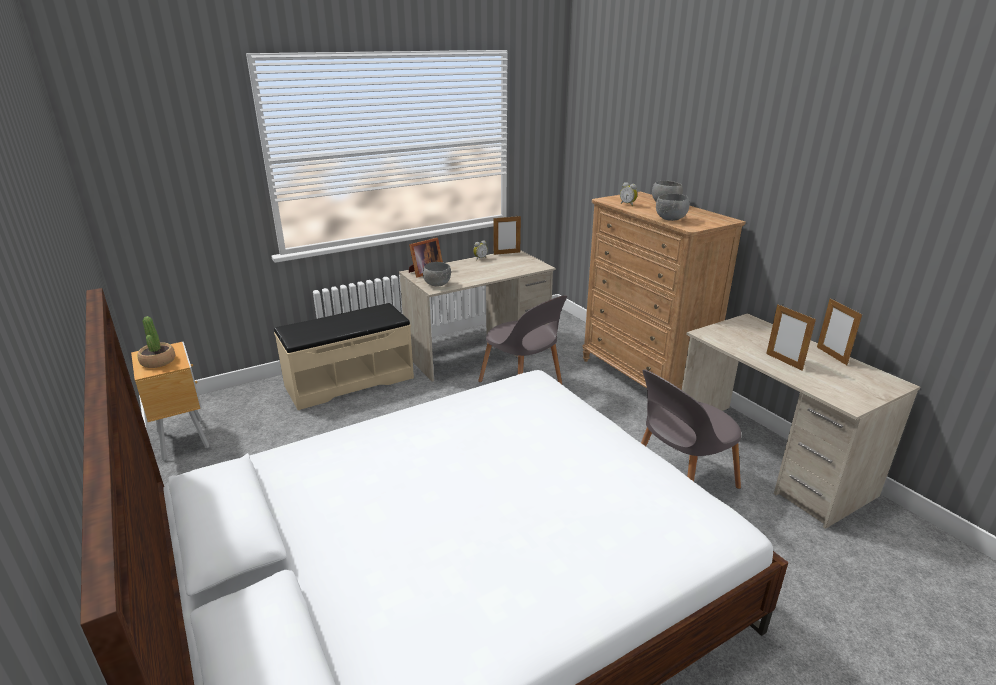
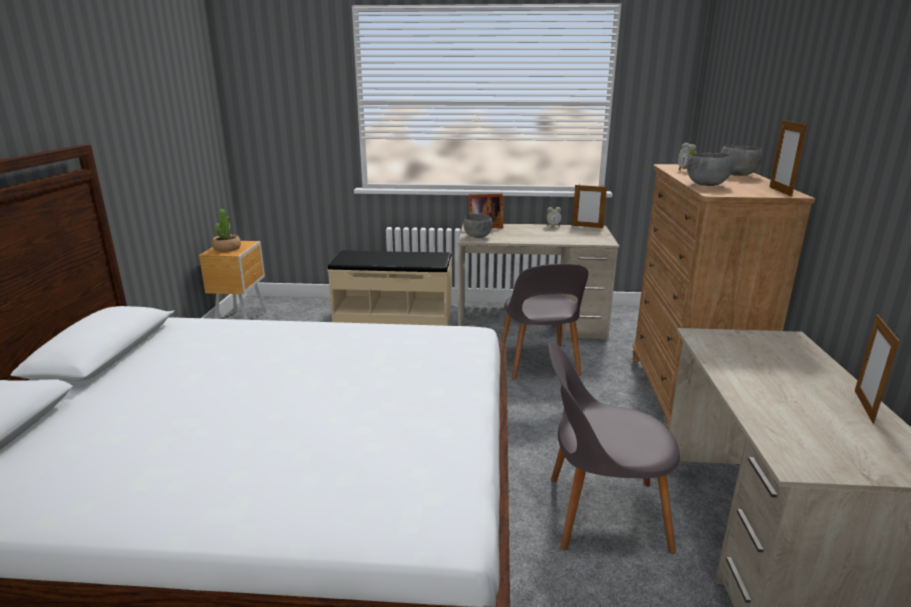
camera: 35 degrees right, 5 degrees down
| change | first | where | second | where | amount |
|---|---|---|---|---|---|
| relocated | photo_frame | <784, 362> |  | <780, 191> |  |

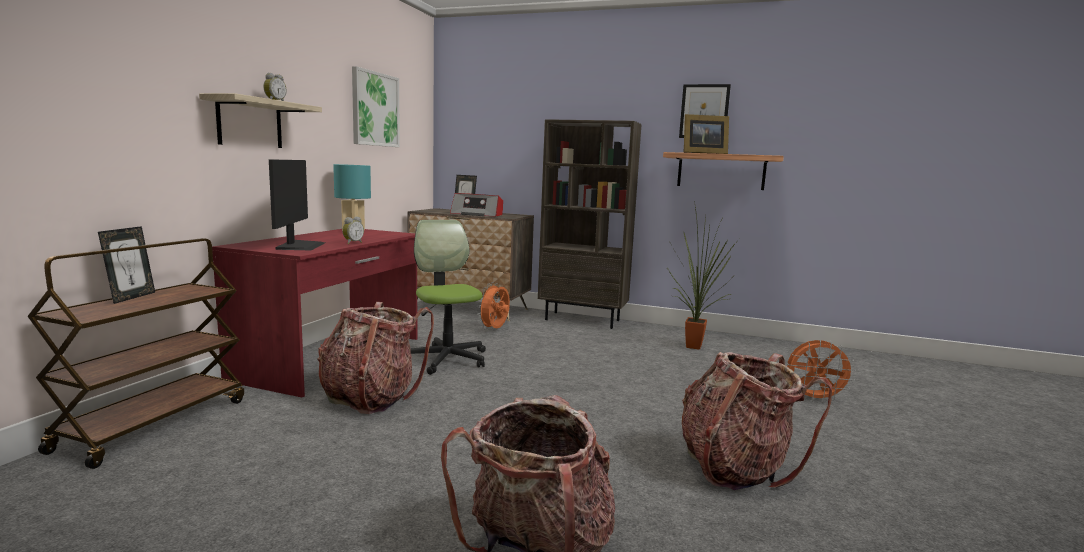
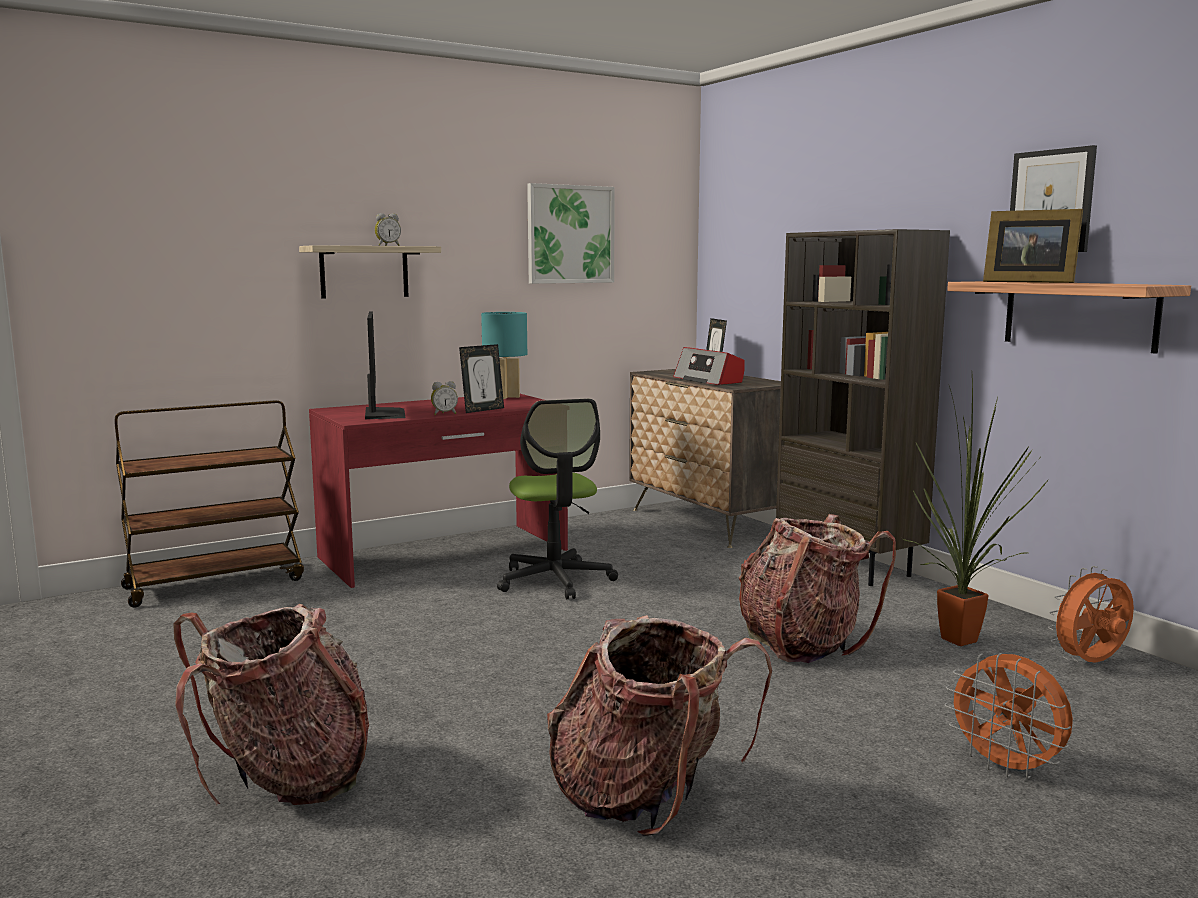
camera: 40 degrees right, 0 degrees up
| change | first | where | second | where | amount |
|---|---|---|---|---|---|
| relocated | photo_frame | <131, 297> |  | <482, 410> |  |
| relocated | knapsack | <371, 398> |  | <803, 643> |  |
| relocated | orangey_electric_fan | <495, 329> |  | <1090, 664> |  |
| spun | monitor | <300, 245> |  | <383, 413> | 45 degrees counterclockwise |
| spun | office_chair | <446, 359> |  | <555, 580> | 150 degrees clockwise |

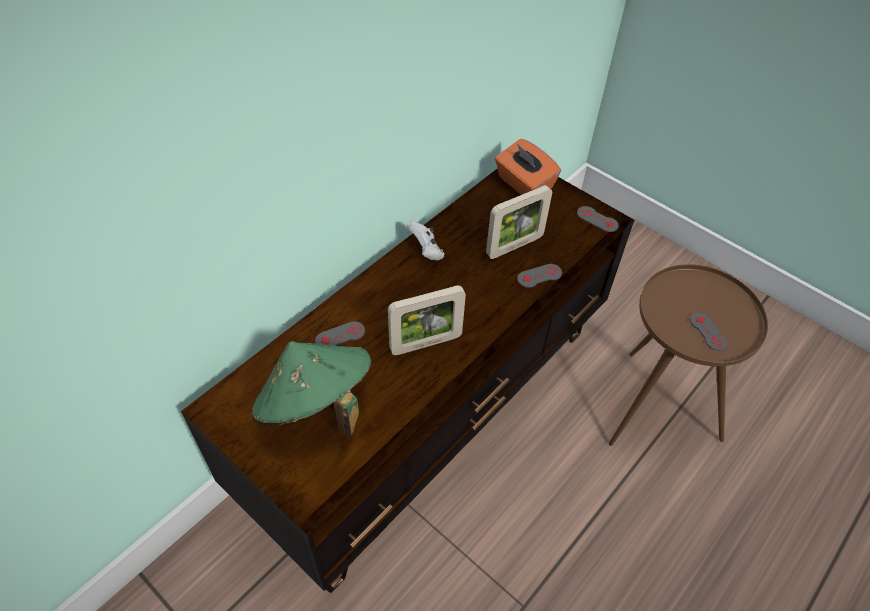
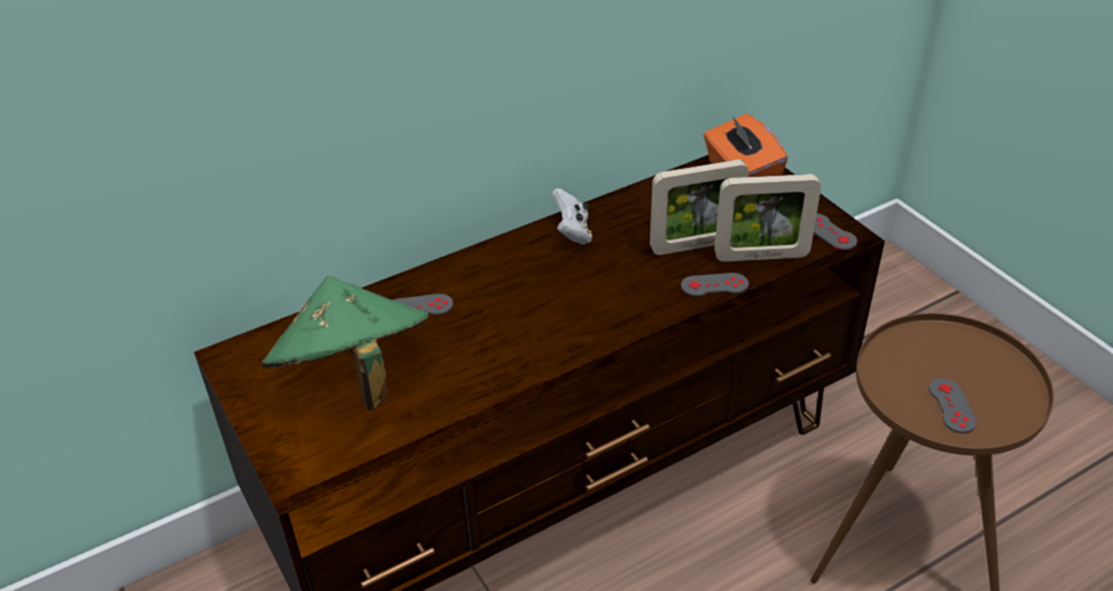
camera: 20 degrees right, 10 degrees down
| change | first | where | second | where | amount |
|---|---|---|---|---|---|
| relocated | photo_frame | <425, 343> |  | <761, 256> |  |

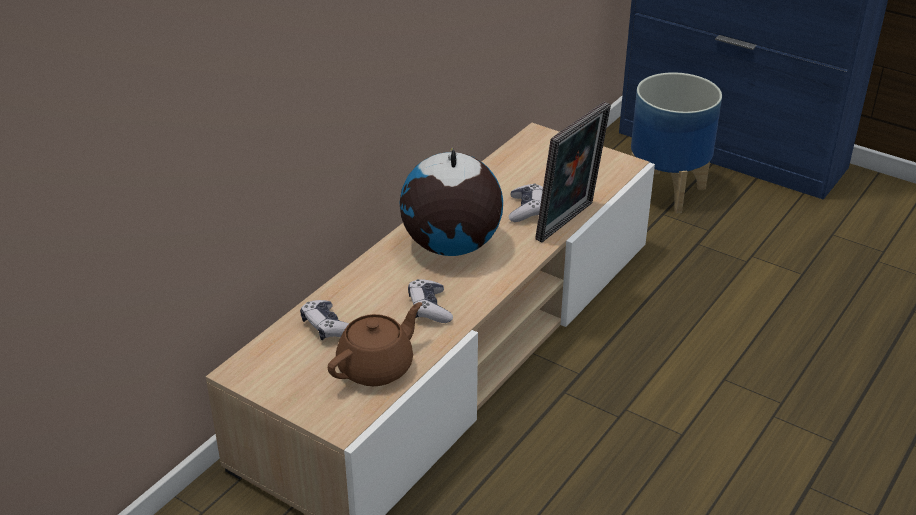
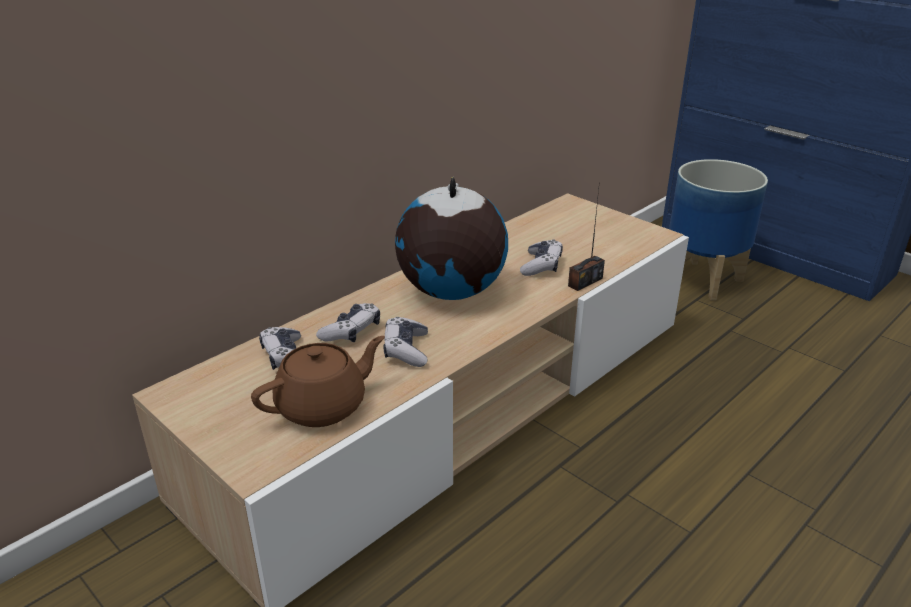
camera: 10 degrees right, 5 degrees down
| change | first | where | second | where | amount |
|---|---|---|---|---|---|
| appeared |  |  | game_controller | <351, 331> |  |
| exchanged | photo_frame | <569, 223> | radio | <585, 282> |  |

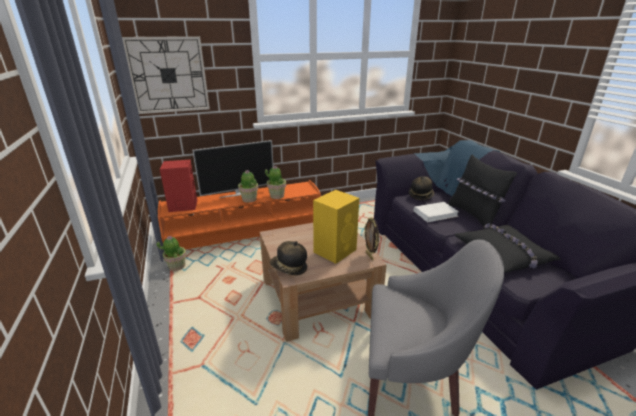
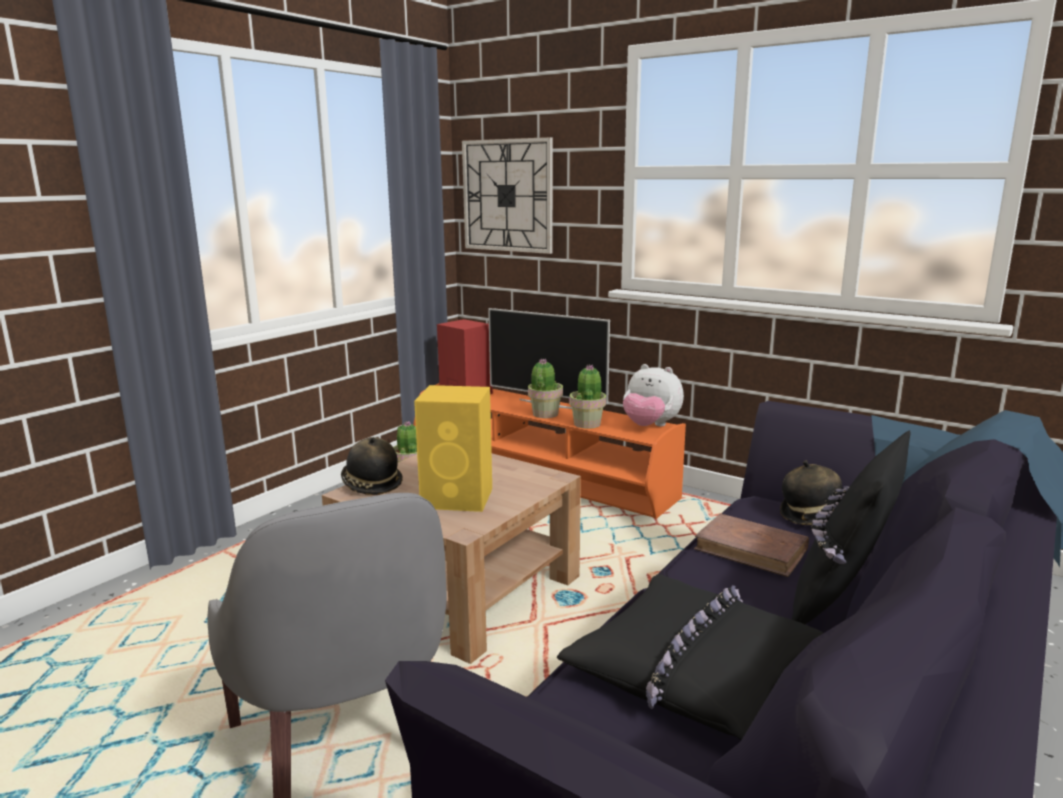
camera: 55 degrees right, 10 degrees down
| change | first | where | second | where | amount |
|---|---|---|---|---|---|
| missing | photo_frame | <370, 256> |  |  |  |
| appeared |  |  | cuddly_toy | <650, 426> |  |
| colour | whitish_book | <435, 214> | brown-coloured_book | <751, 550> |  |

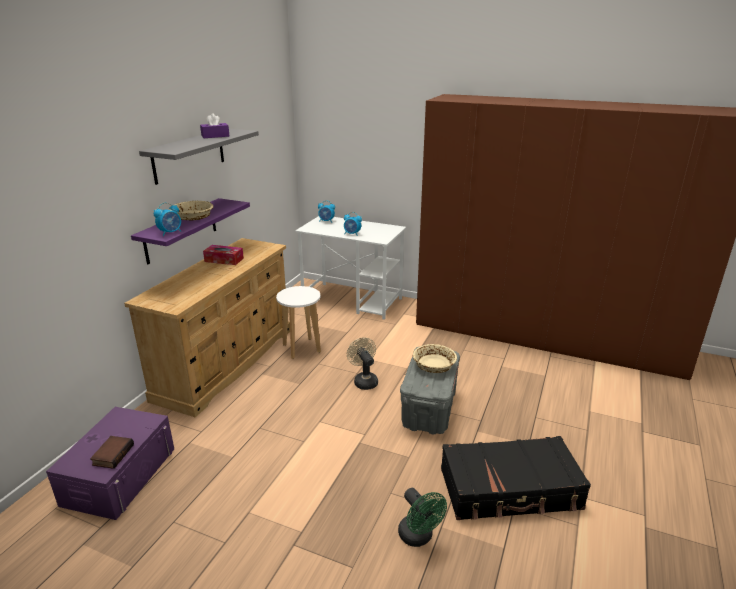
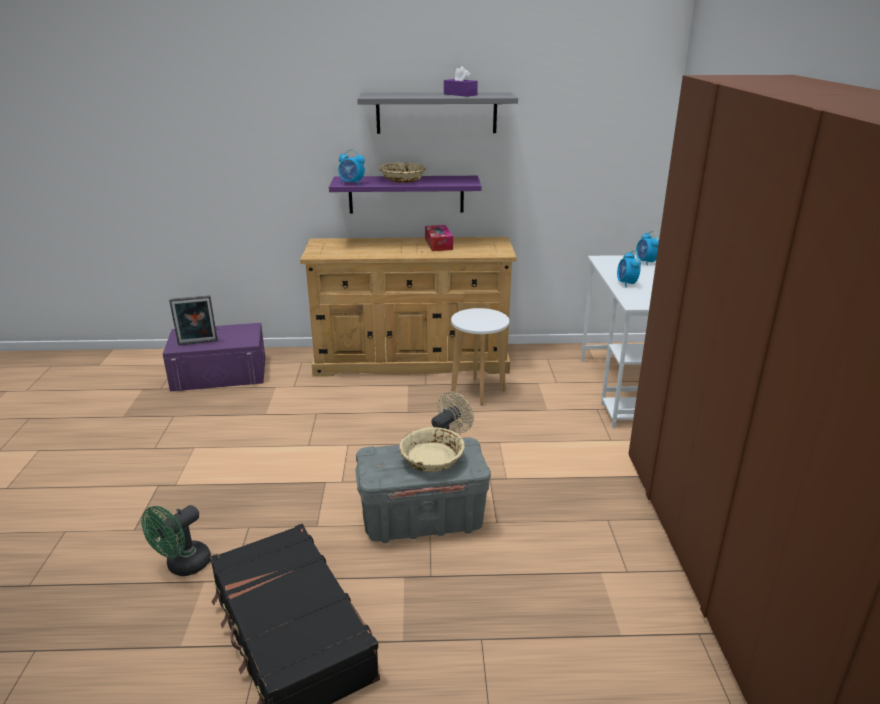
camera: 65 degrees right, 0 degrees up
| change | first | where | second | where | amount |
|---|---|---|---|---|---|
| exchanged | book | <112, 454> | photo_frame | <197, 343> |  |

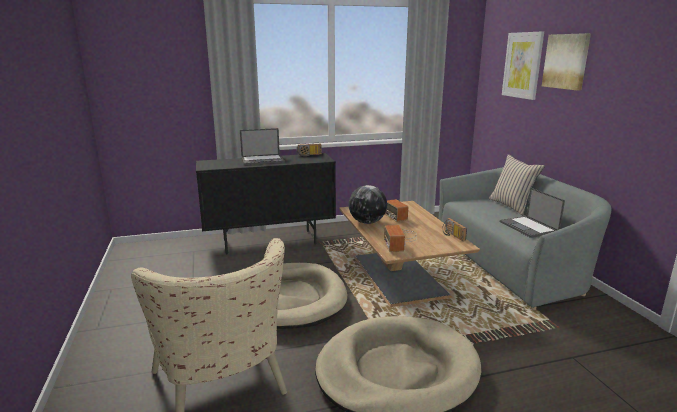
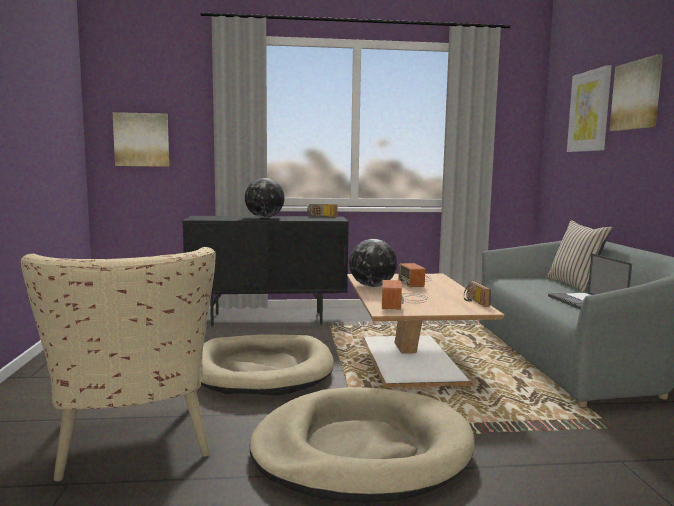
camera: 10 degrees right, 10 degrees down
| change | first | where | second | where | amount |
|---|---|---|---|---|---|
| appeared |  |  | picture | <142, 140> |  |
| exchanged | notebook_computer | <263, 160> | world_globe | <264, 217> |  |

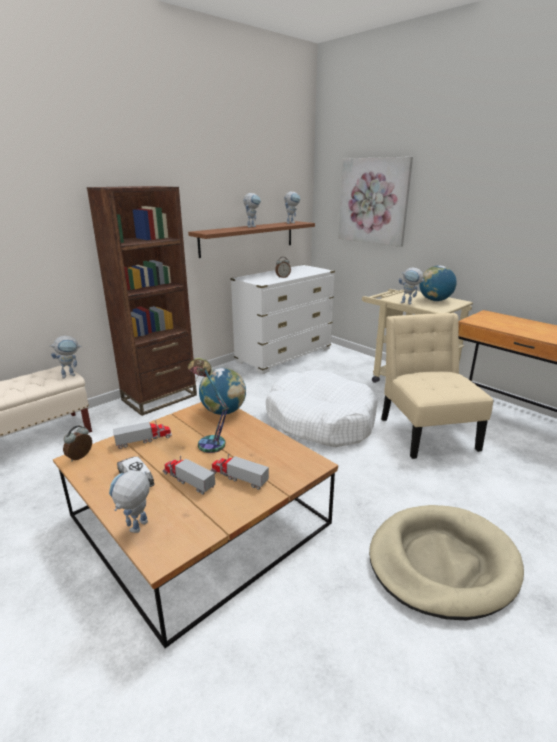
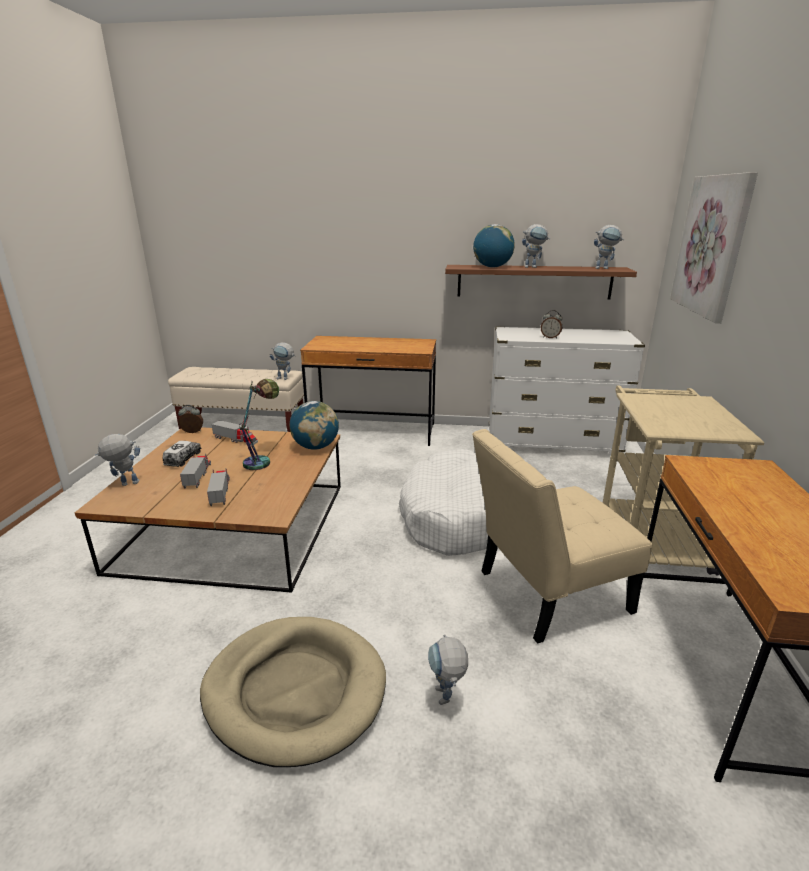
camera: 50 degrees right, 0 degrees up
| change | first | where | second | where | amount |
|---|---|---|---|---|---|
| relocated | robot_figure | <409, 303> |  | <446, 700> |  |
| relocated | world_globe | <435, 300> |  | <492, 267> |  |
| exchanged | brown-coloured_bookshelf | <159, 397> | brown-coloured_desk | <373, 431> |  |
| spun | sand-coloured_upright_chair | <426, 431> |  | <546, 593> | 150 degrees counterclockwise |

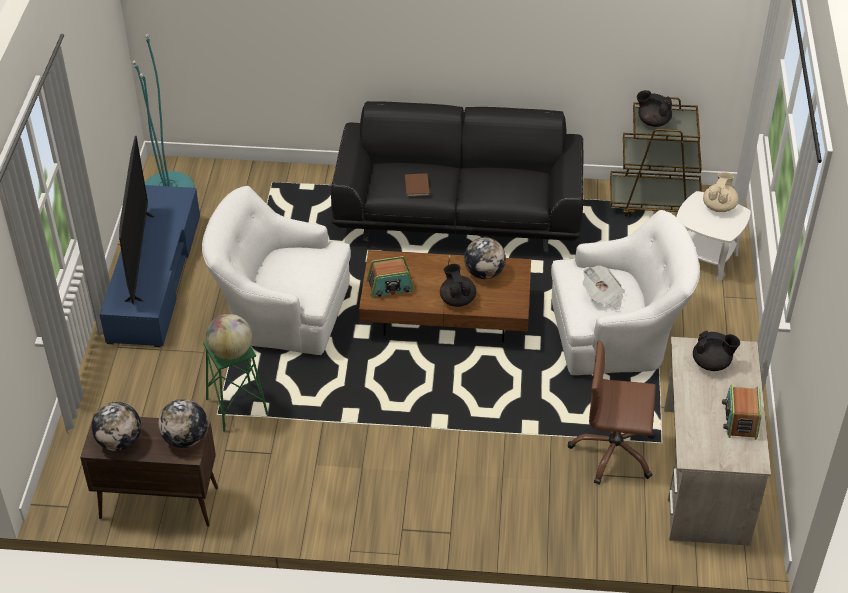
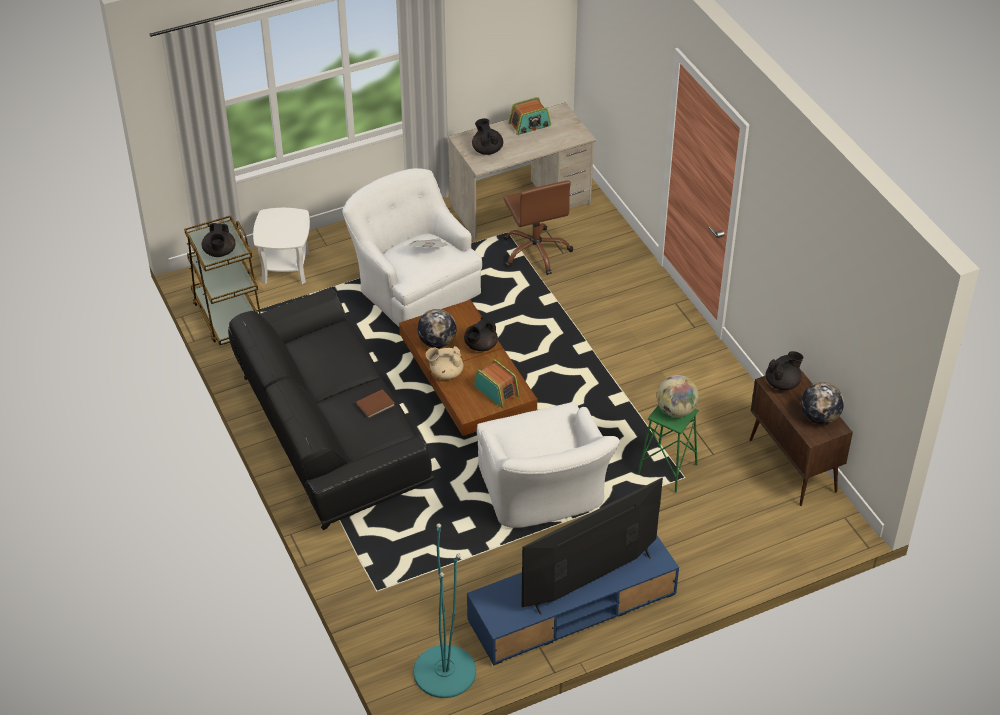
camera: 120 degrees left, 0 degrees up
| change | first | where | second | where | amount |
|---|---|---|---|---|---|
| relocated | sand-coloured_pot_for_tea | <719, 206> |  | <445, 373> |  |
| exchanged | world_globe | <185, 439> | black_pot_for_tea | <782, 383> |  |

